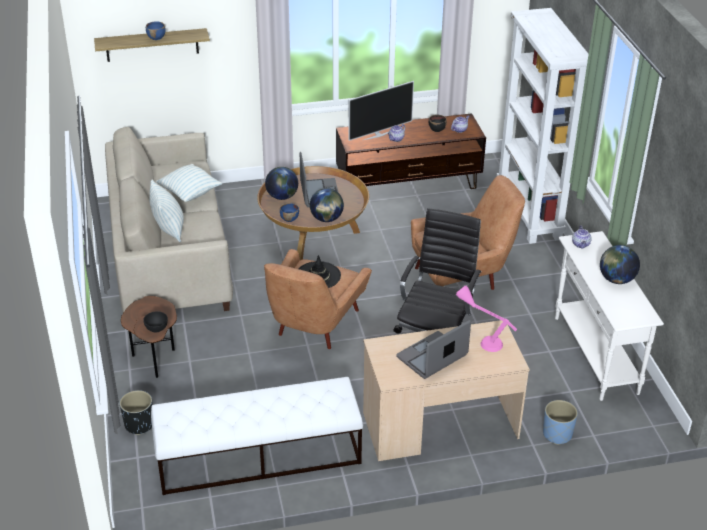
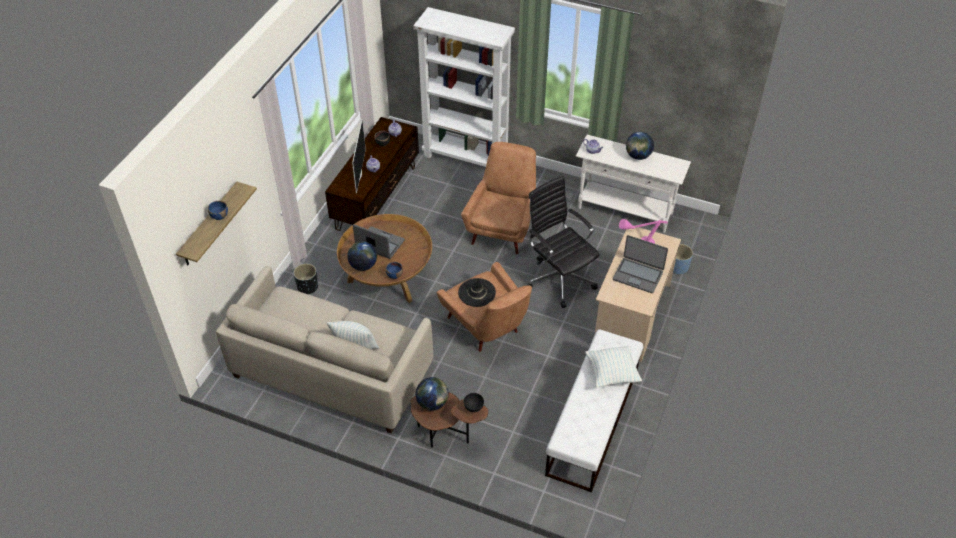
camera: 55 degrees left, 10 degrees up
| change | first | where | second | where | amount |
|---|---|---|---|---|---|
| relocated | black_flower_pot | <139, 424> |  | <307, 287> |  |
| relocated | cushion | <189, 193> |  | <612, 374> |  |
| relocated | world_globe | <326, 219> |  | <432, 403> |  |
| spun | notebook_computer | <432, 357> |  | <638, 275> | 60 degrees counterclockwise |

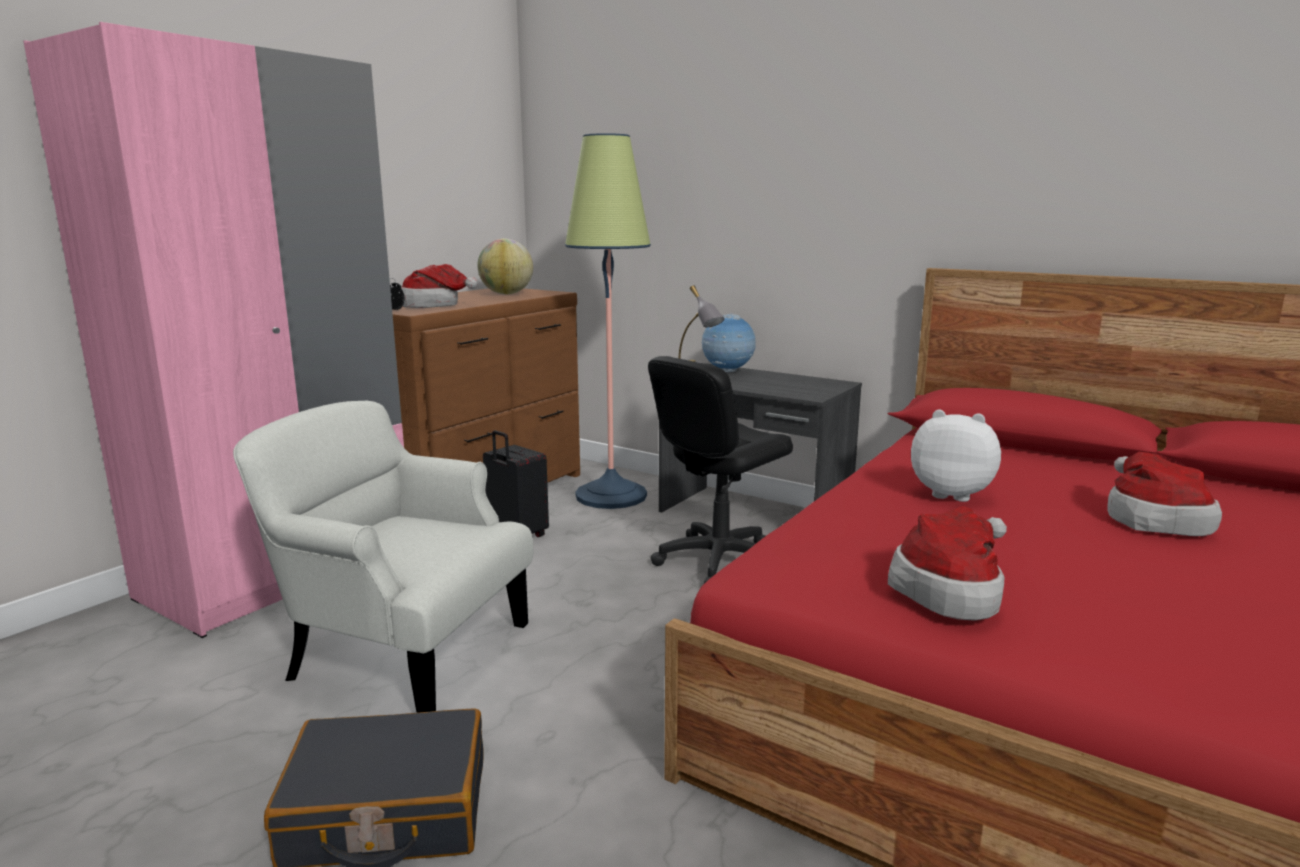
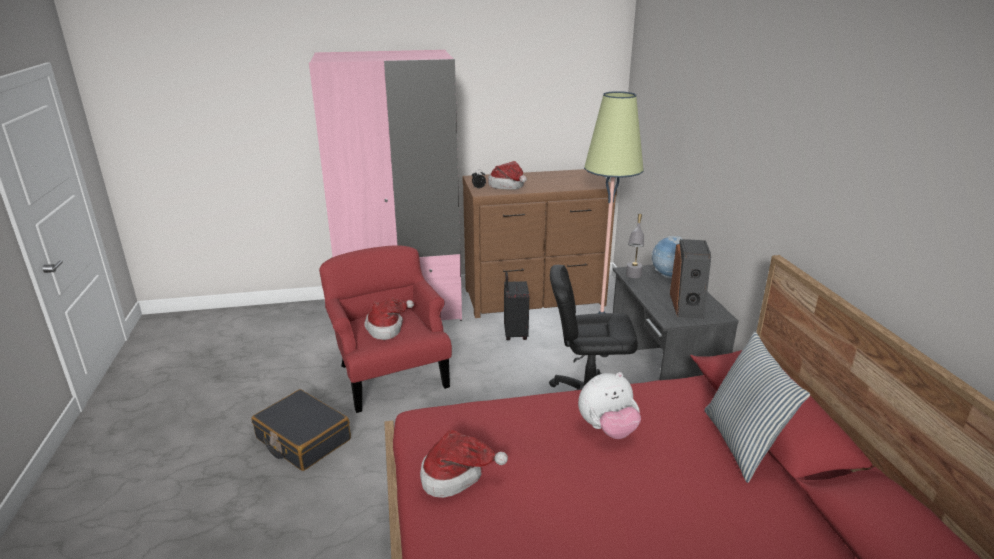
camera: 45 degrees right, 10 degrees up
| change | first | where | second | where | amount |
|---|---|---|---|---|---|
| missing | world_globe | <506, 294> |  |  |  |
| appeared |  |  | loudspeaker | <687, 305> |  |
| appeared |  |  | cushion | <742, 443> |  |
| relocated | wearable_hat | <1153, 519> |  | <387, 328> |  |
| colour | whitish_armchair | <403, 651> | reddish_armchair | <390, 375> |  |
| spun | cuddly_toy | <951, 494> |  | <607, 429> | 90 degrees clockwise |

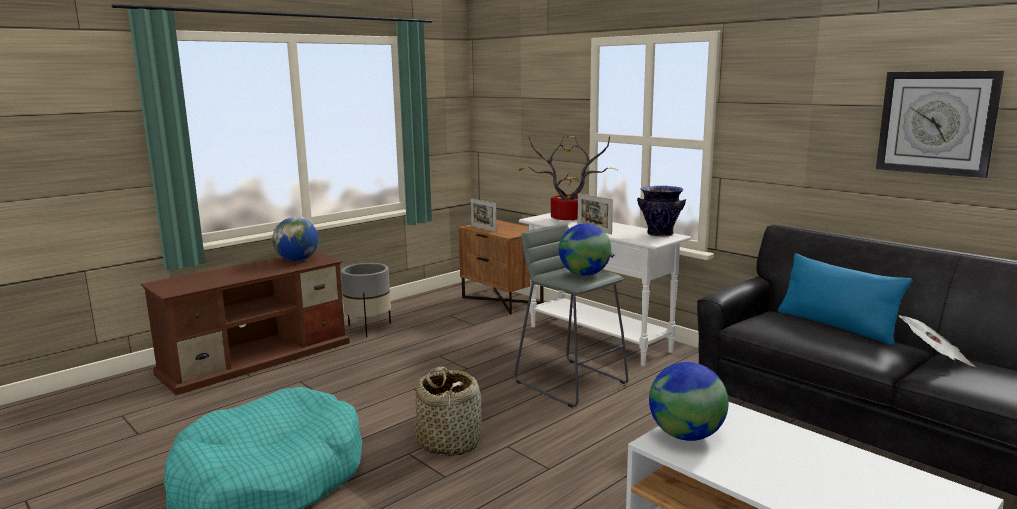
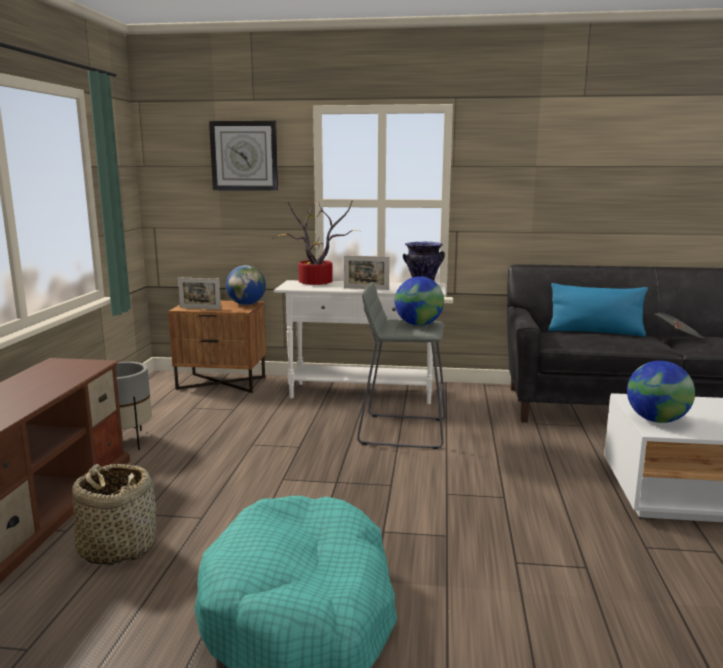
camera: 40 degrees left, 0 degrees up
| change | first | where | second | where | amount |
|---|---|---|---|---|---|
| relocated | world_globe | <297, 260> |  | <246, 304> |  |
| relocated | basket | <449, 442> |  | <117, 547> |  |
| relocated | wall_clock | <936, 122> |  | <244, 156> |  |

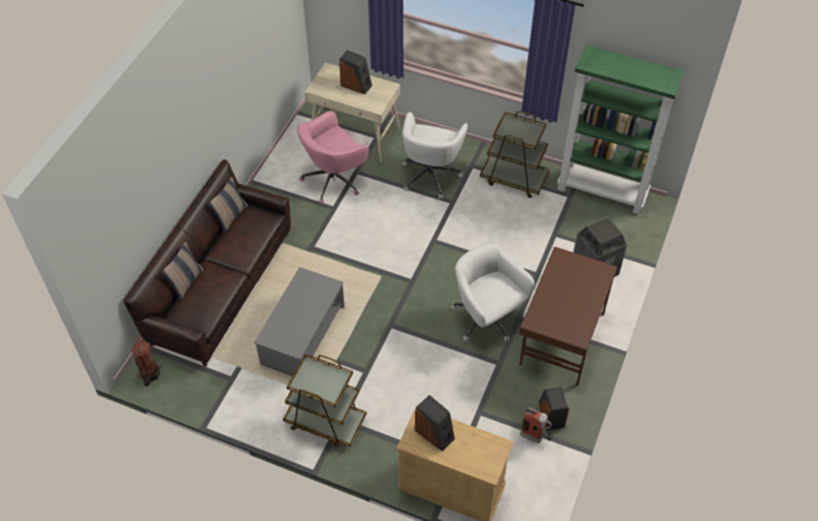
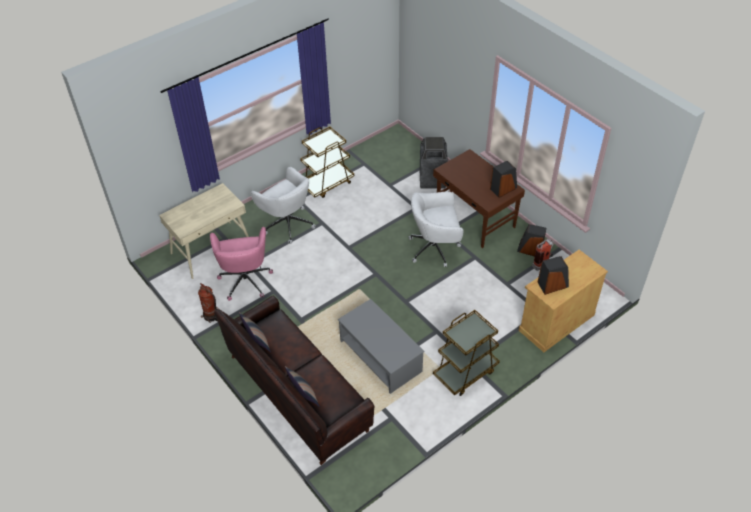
camera: 60 degrees left, 5 degrees down
| change | first | where | second | where | amount |
|---|---|---|---|---|---|
| missing | greenish_bookshelf | <602, 192> |  |  |  |
| relocated | extinguisher | <149, 374> |  | <212, 316> |  |
| relocated | loudspeaker | <356, 85> |  | <503, 189> |  |

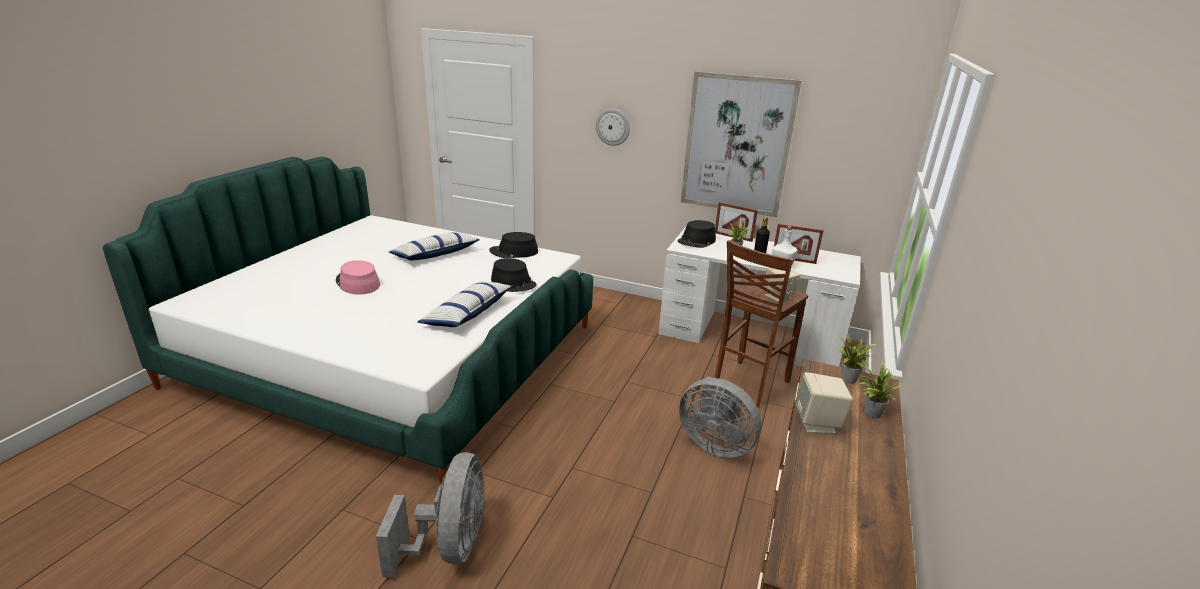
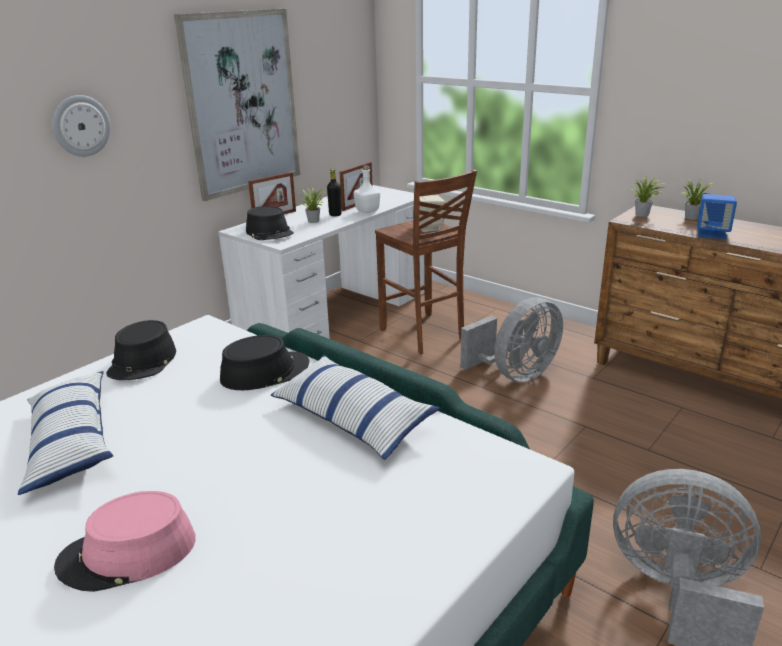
camera: 70 degrees left, 0 degrees up
| change | first | where | second | where | amount |
|---|---|---|---|---|---|
| colour | sand-coloured_loudspeaker | <817, 423> | blue-coloured_loudspeaker | <712, 234> |  |

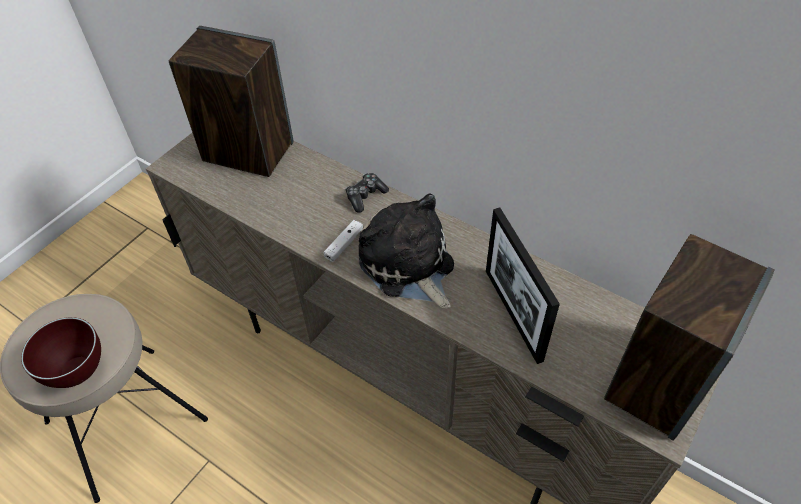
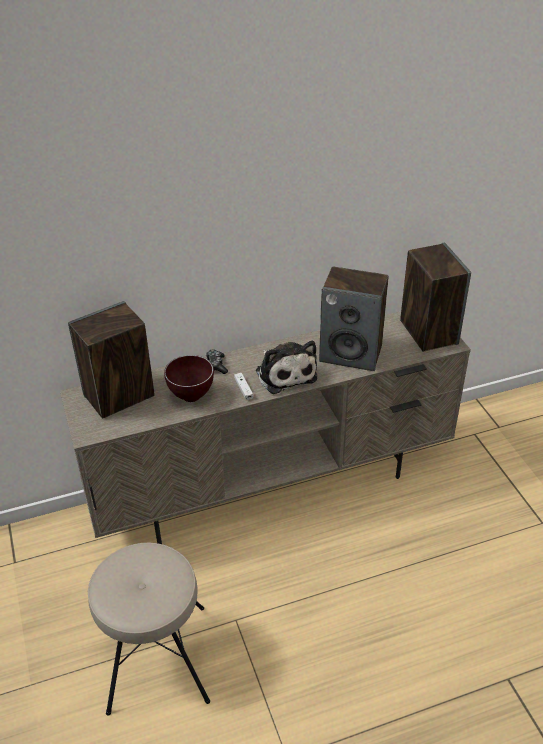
camera: 55 degrees left, 10 degrees down
| change | first | where | second | where | amount |
|---|---|---|---|---|---|
| relocated | brown-coloured_serving_bowl | <81, 372> |  | <192, 396> |  |
| exchanged | photo_frame | <513, 314> | loudspeaker | <351, 354> |  |
| spun | cuddly_toy | <408, 266> |  | <285, 373> | 120 degrees counterclockwise |

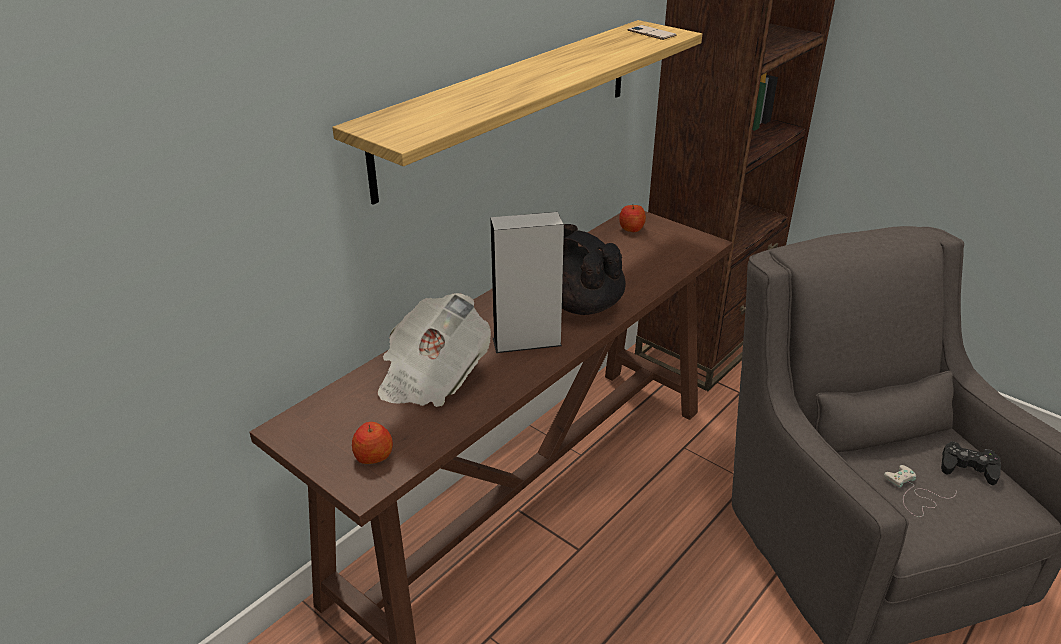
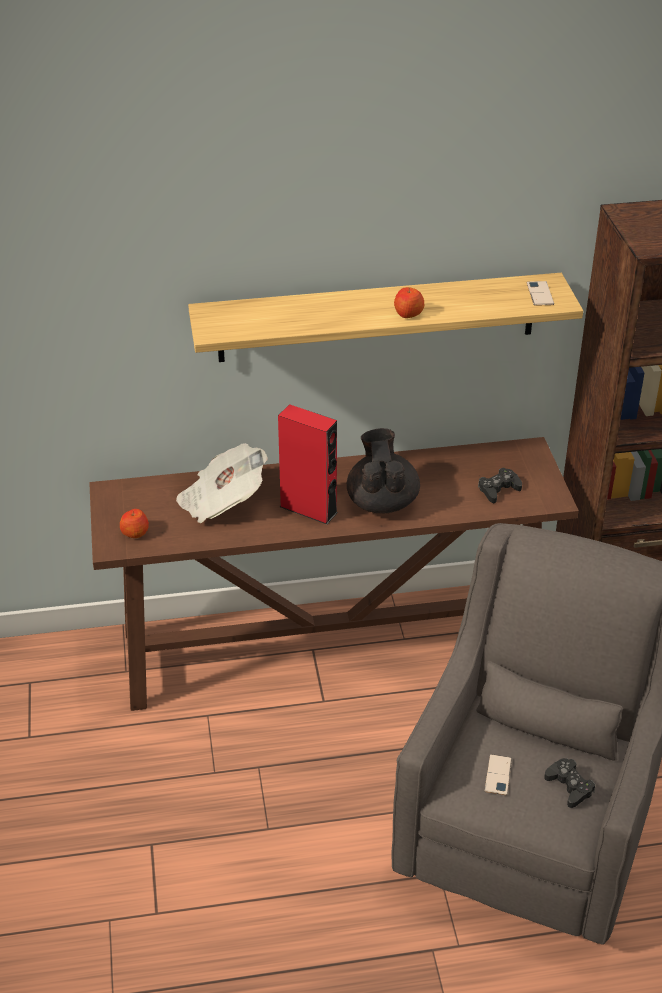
camera: 40 degrees right, 5 degrees up
| change | first | where | second | where | amount |
|---|---|---|---|---|---|
| appeared |  |  | black_game_controller | <498, 489> |  |
| relocated | apple | <631, 228> |  | <408, 313> |  |
| exchanged | whitish_game_controller | <914, 494> | handset | <498, 775> |  |
| colour | gray_loudspeaker | <527, 341> | reddish_loudspeaker | <308, 509> |  |

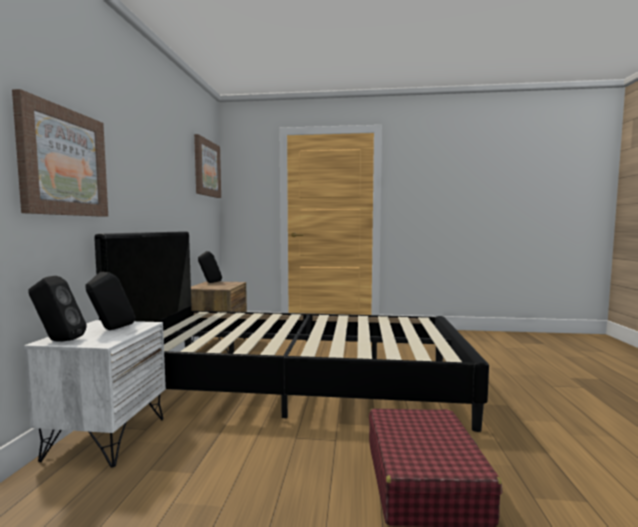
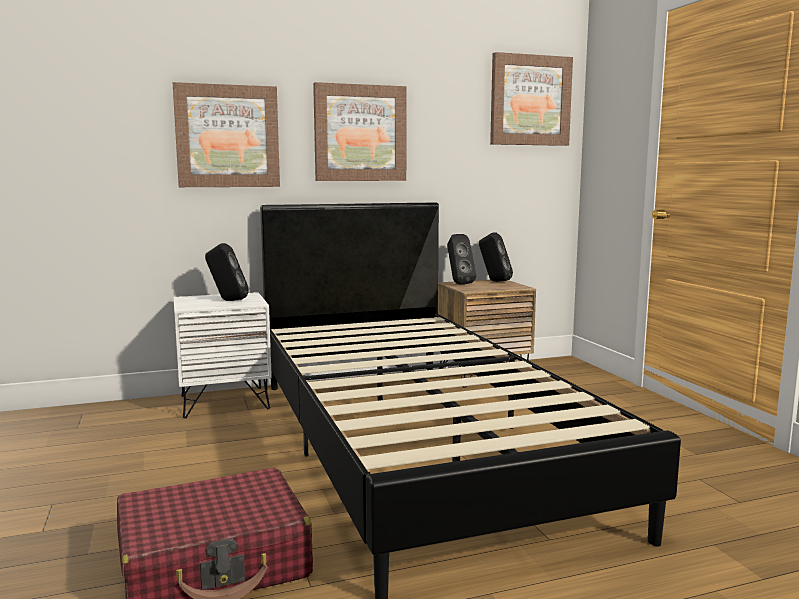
camera: 65 degrees right, 5 degrees up
| change | first | where | second | where | amount |
|---|---|---|---|---|---|
| appeared |  |  | picture | <360, 133> |  |
| relocated | black_loudspeaker | <58, 341> |  | <458, 284> |  |

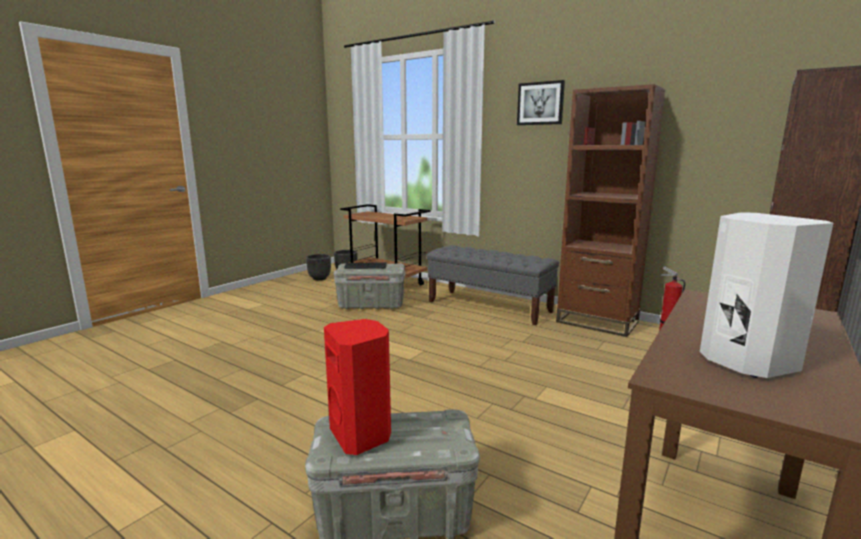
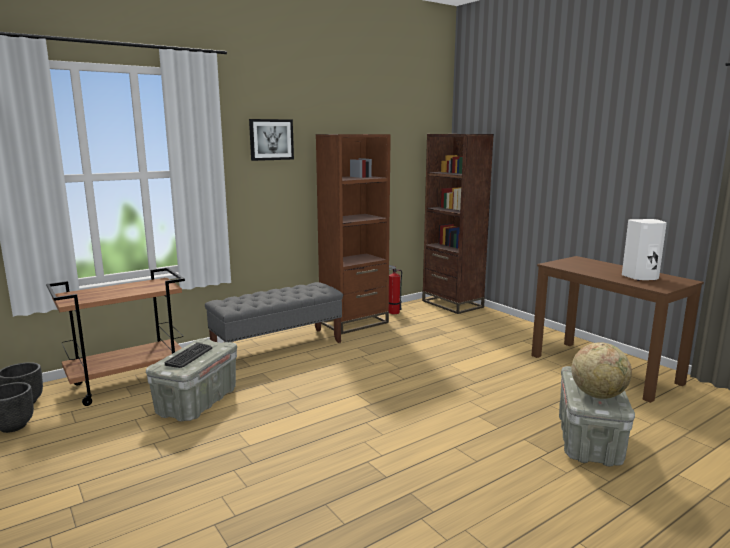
camera: 70 degrees left, 0 degrees up
| change | first | where | second | where | amount |
|---|---|---|---|---|---|
| exchanged | reddish_loudspeaker | <362, 435> | world_globe | <598, 395> |  |

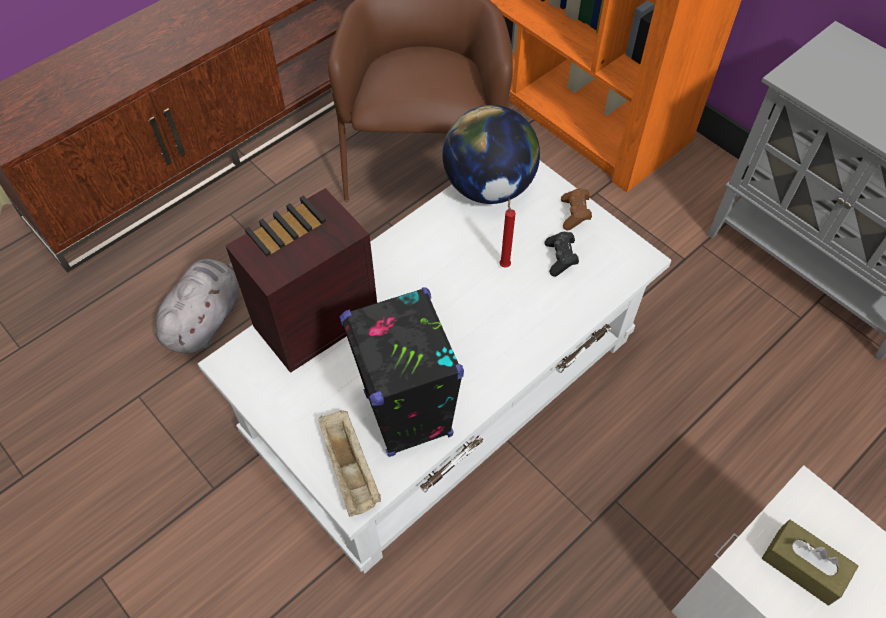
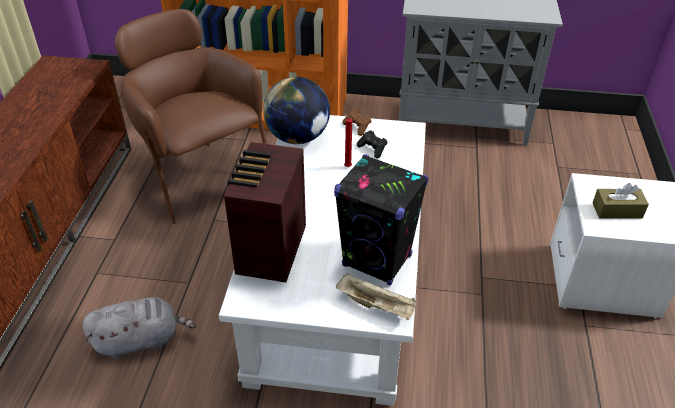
camera: 40 degrees left, 15 degrees down
| change | first | where | second | where | amount |
|---|---|---|---|---|---|
| spun | gray_cuddly_toy | <206, 318> |  | <141, 340> | 90 degrees clockwise |

